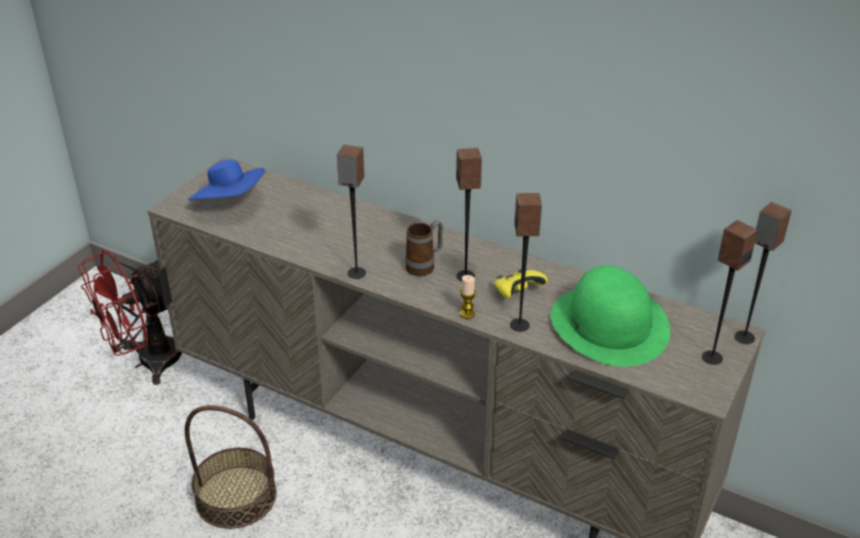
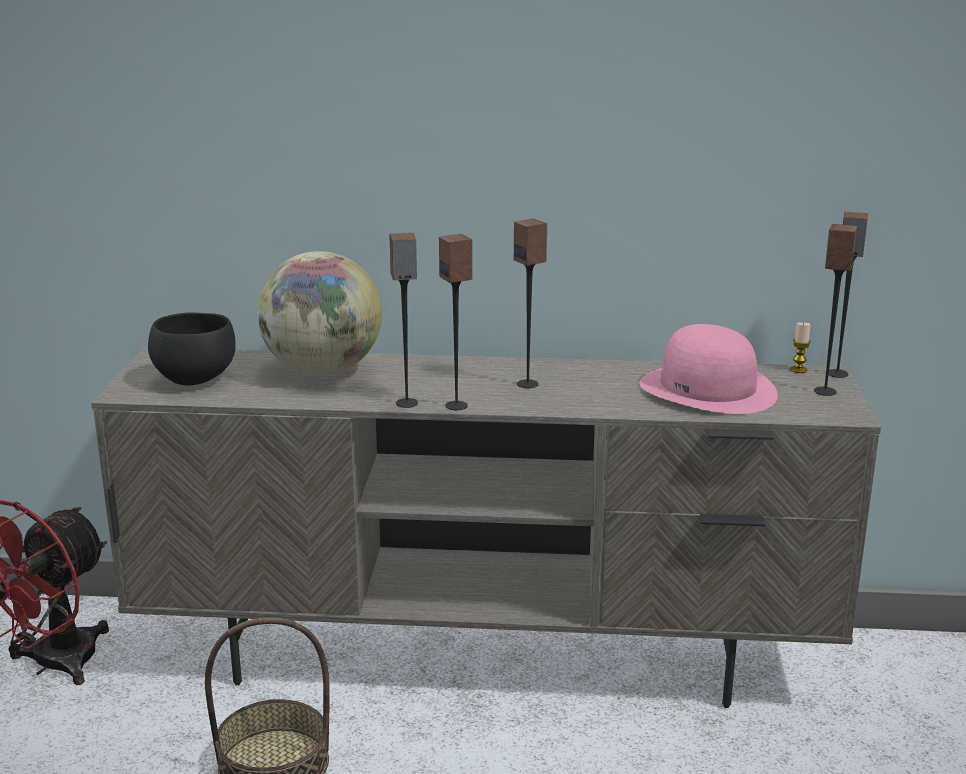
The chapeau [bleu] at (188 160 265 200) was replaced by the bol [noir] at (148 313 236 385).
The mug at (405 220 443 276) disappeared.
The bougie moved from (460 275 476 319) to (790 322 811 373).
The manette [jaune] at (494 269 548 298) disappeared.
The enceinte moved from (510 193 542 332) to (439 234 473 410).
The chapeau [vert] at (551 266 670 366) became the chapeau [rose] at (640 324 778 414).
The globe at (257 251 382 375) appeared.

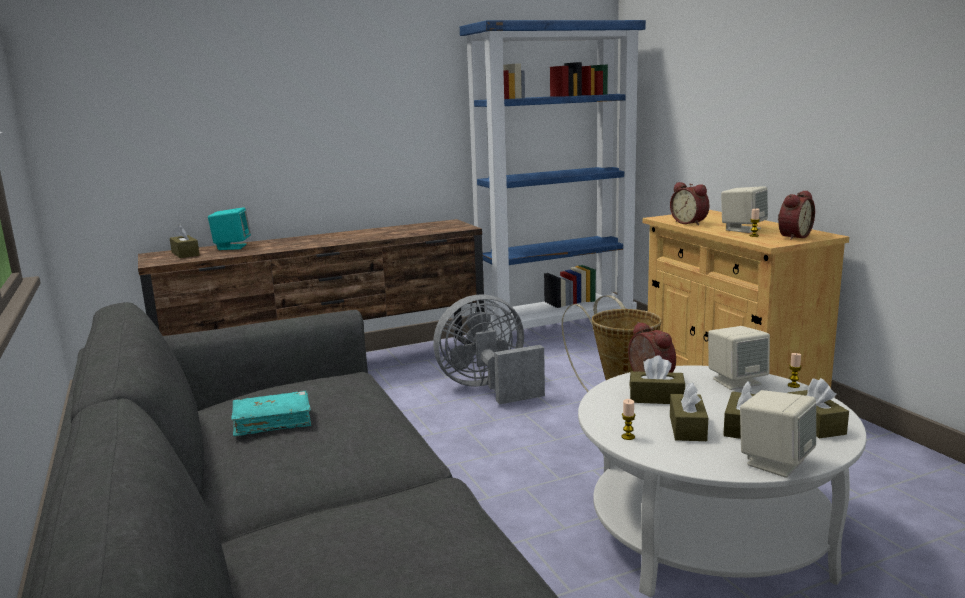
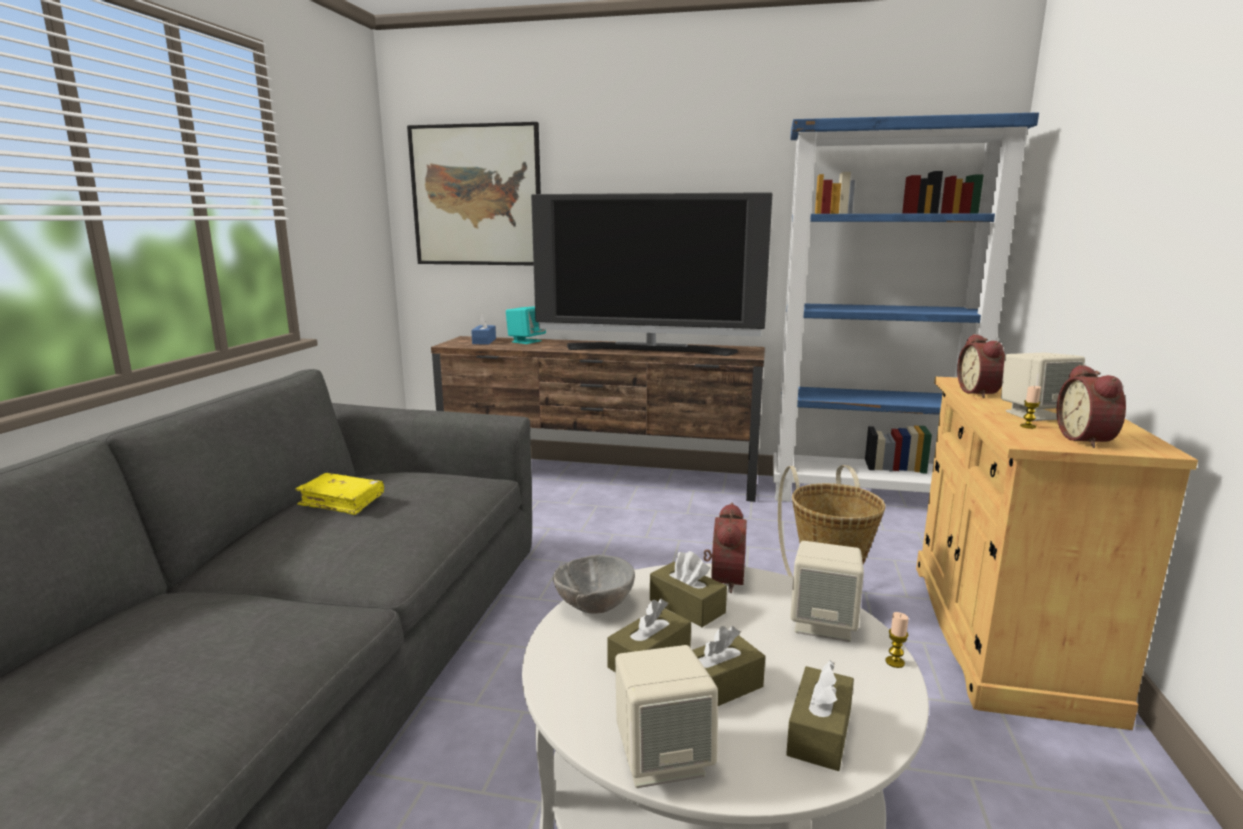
The boîte à mouchoirs [marron] at (170 224 200 258) became the boîte à mouchoirs [bleu] at (471 314 496 344).
The livre [turquoise] at (231 391 311 437) became the livre [jaune] at (295 473 384 515).
The ventilateur [gris] at (433 294 545 405) disappeared.
The bougie at (622 399 635 440) disappeared.
The réveil at (778 190 815 240) turned 105 degrees clockwise.
The tableau at (407 122 541 266) appeared.
The téléviseur at (531 192 773 356) appeared.
The bol [gris] at (553 555 635 614) appeared.

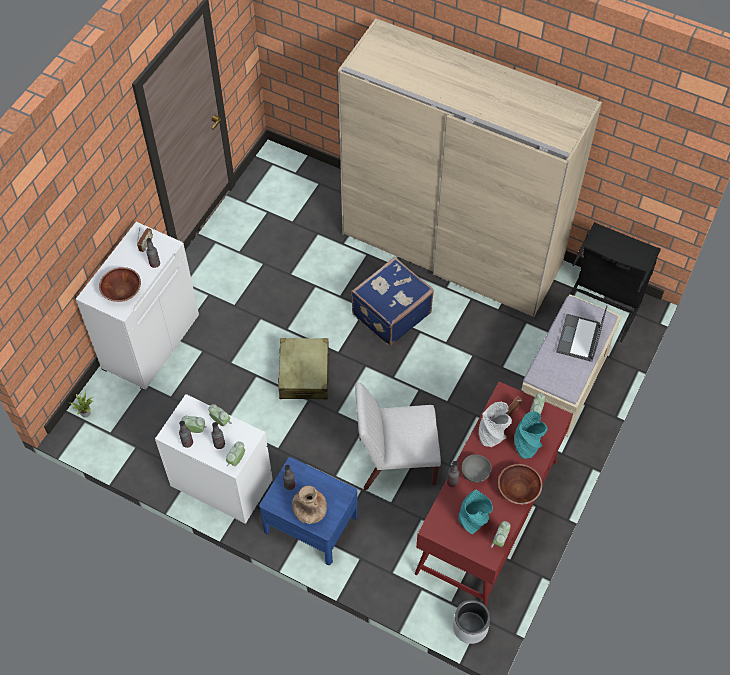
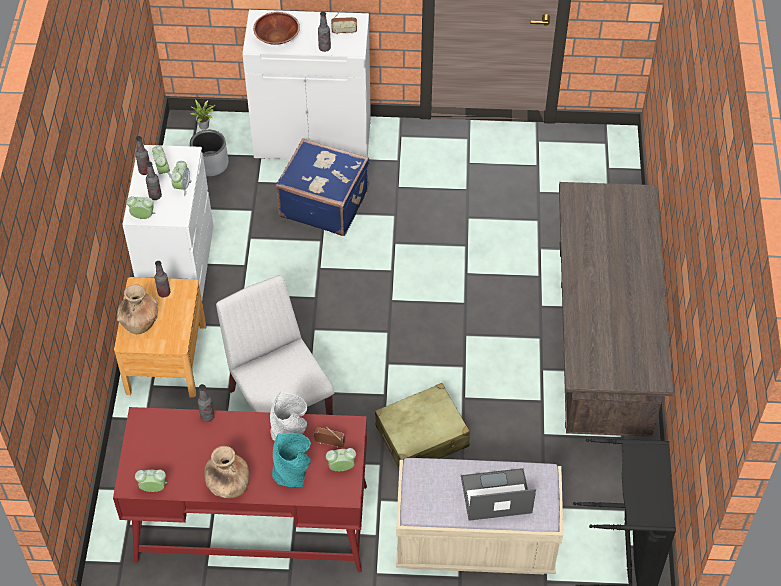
The table de chevet [bleu] at (259 457 358 565) became the table de chevet [marron] at (114 277 206 398).
The valise [beige] moved from (278 338 330 400) to (375 383 470 468).
The armoire [beige] at (338 18 602 317) was replaced by the bureau [marron] at (559 182 673 437).
The valise [bleu] moved from (351 257 434 346) to (276 138 370 236).
The cache-pot [gris] moved from (453 600 491 644) to (190 130 228 176).
The vase [turquoise] at (458 490 493 535) disappeared.
The bol [gris] at (461 454 492 483) disappeared.
The bol [marron] at (498 464 543 504) was replaced by the vase [marron] at (204 446 250 498).

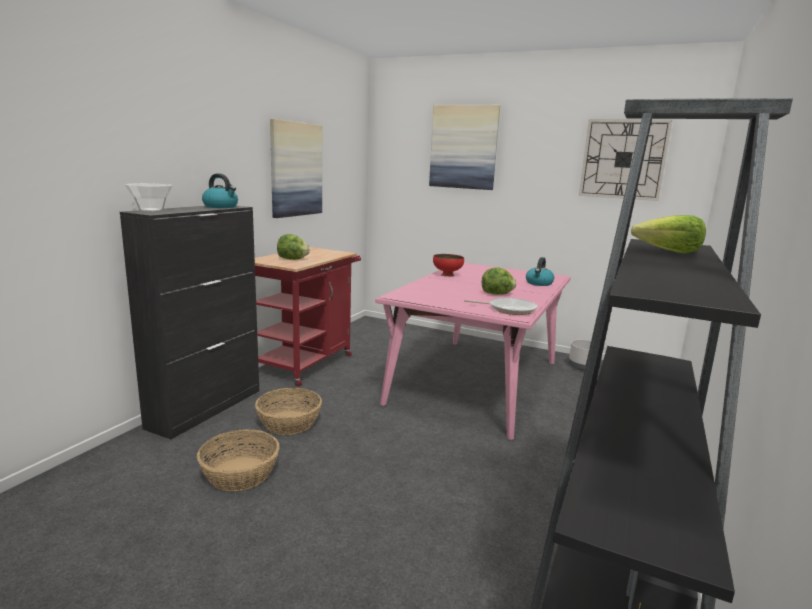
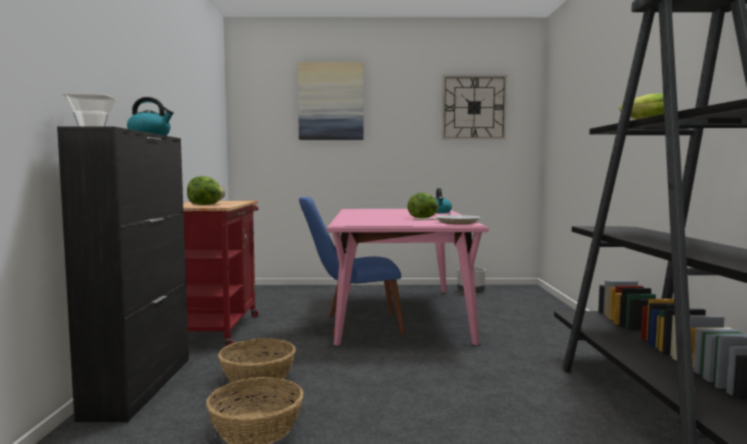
The tableau at (270 119 322 218) disappeared.
The bol [rouge] at (433 254 464 277) disappeared.
The chaise [bleu] at (299 197 405 337) appeared.

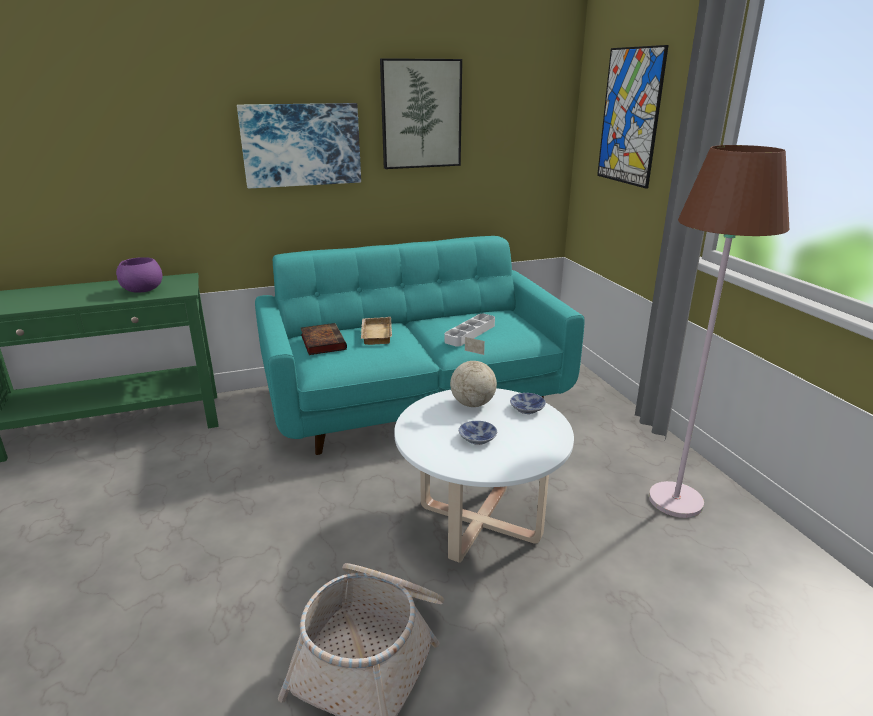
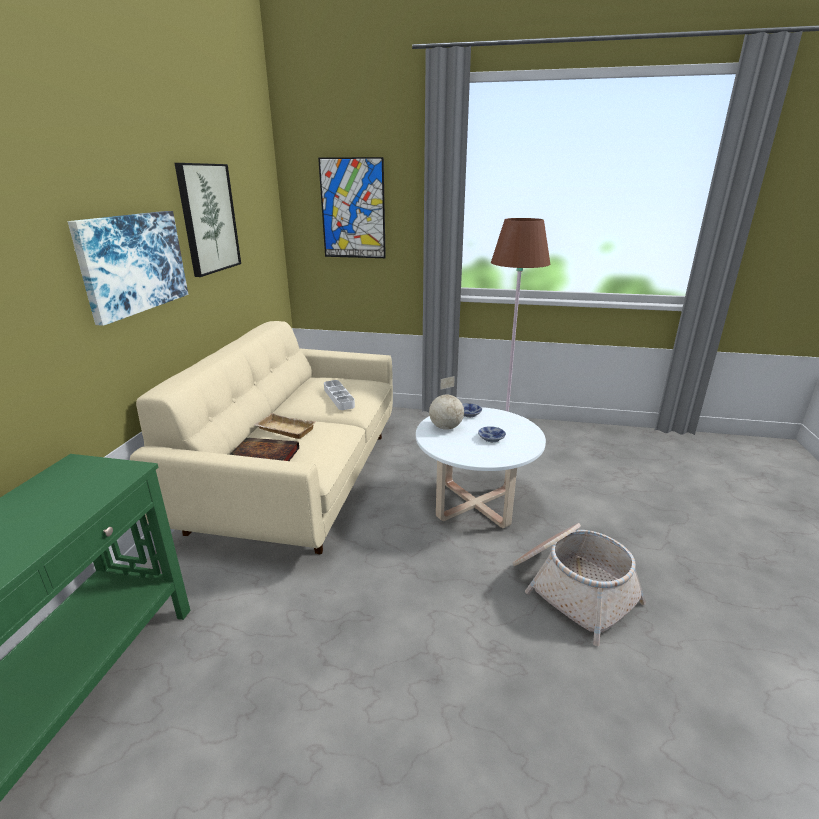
The bol [violet] at (116 257 162 293) disappeared.
The canapé [turquoise] at (255 236 585 455) became the canapé [beige] at (130 321 393 554).

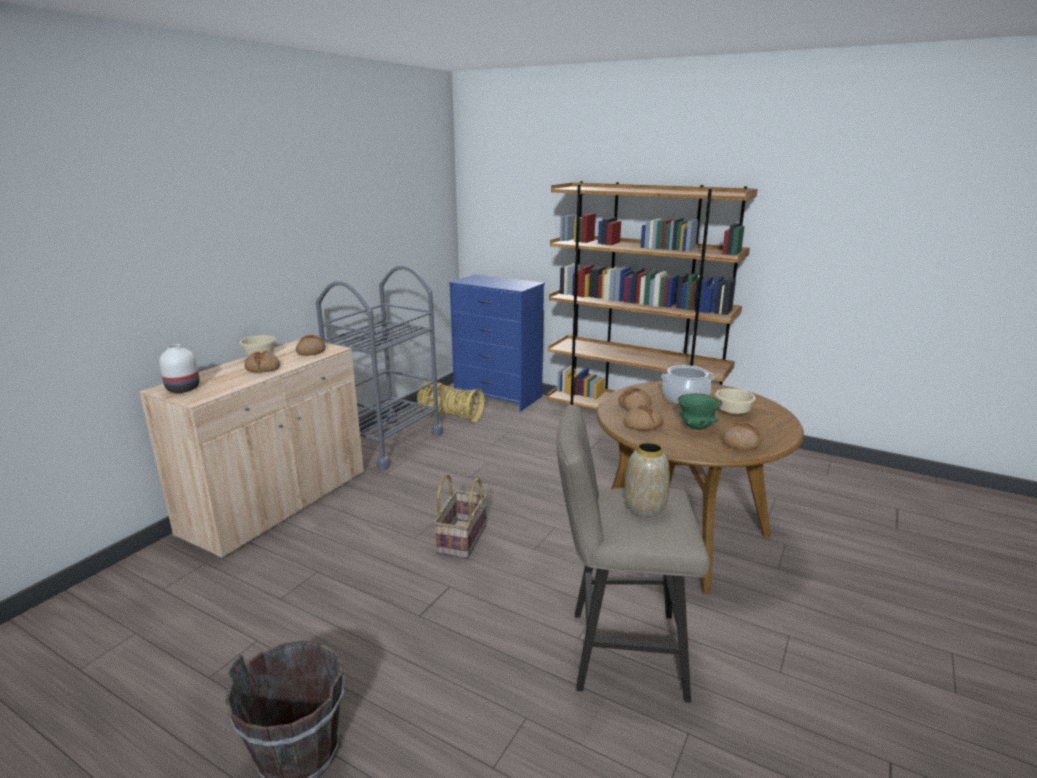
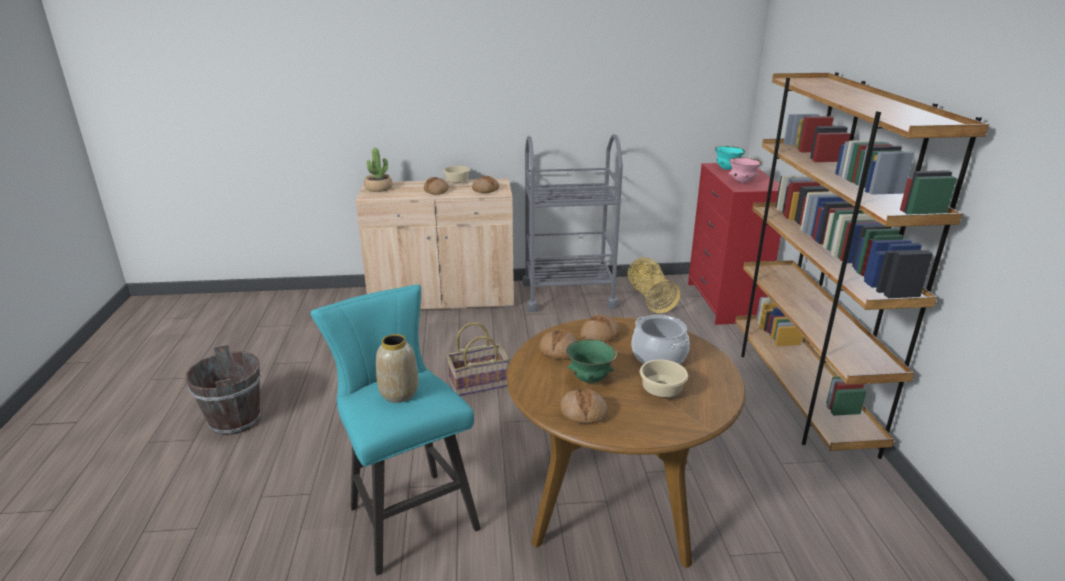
The vase [blanc] at (159 344 200 393) was replaced by the plante en pot at (364 148 392 192).
The commode [bleu] at (449 274 545 411) became the commode [rouge] at (688 163 781 325).
The tabouret [beige] at (557 405 710 702) became the tabouret [turquoise] at (310 284 481 575).
The bol [turquoise] at (715 146 745 170) appeared.
The bol [rose] at (729 157 762 183) appeared.

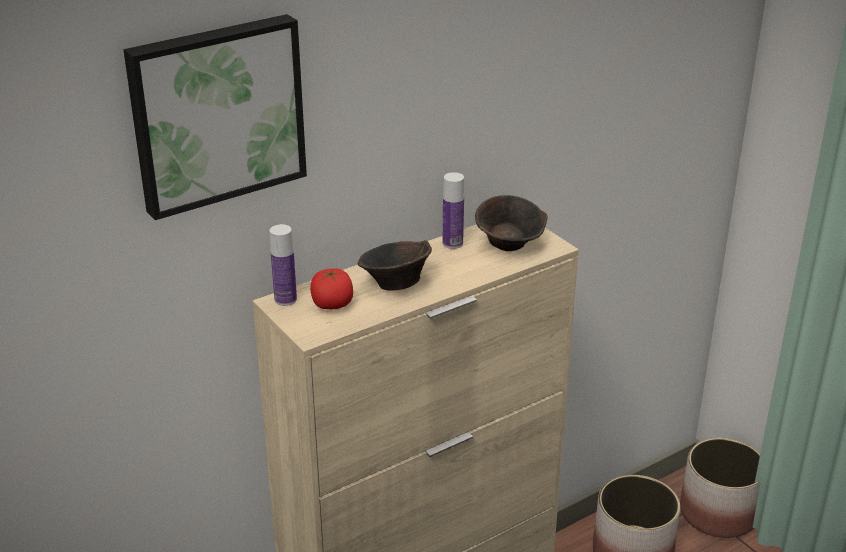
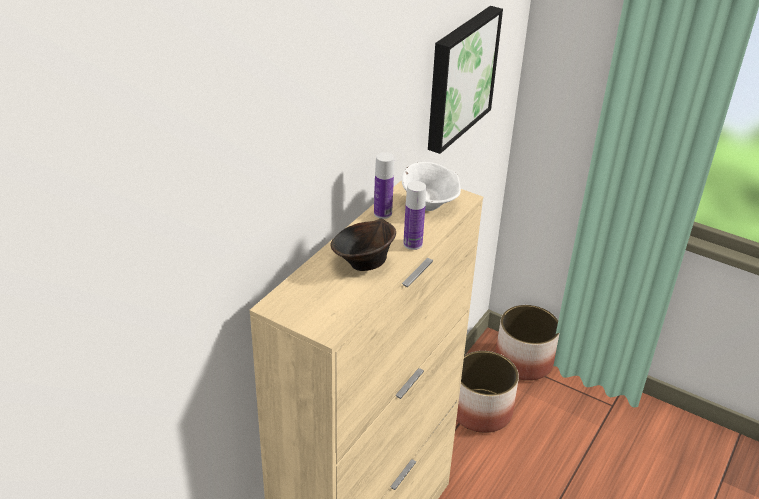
The tableau moved from (123 14 307 220) to (428 6 503 154).
The bouteille moved from (270 224 297 306) to (403 181 426 250).
The tomate at (310 268 353 309) disappeared.
The bol [marron] at (475 195 548 251) became the bol [blanc] at (401 162 461 211).

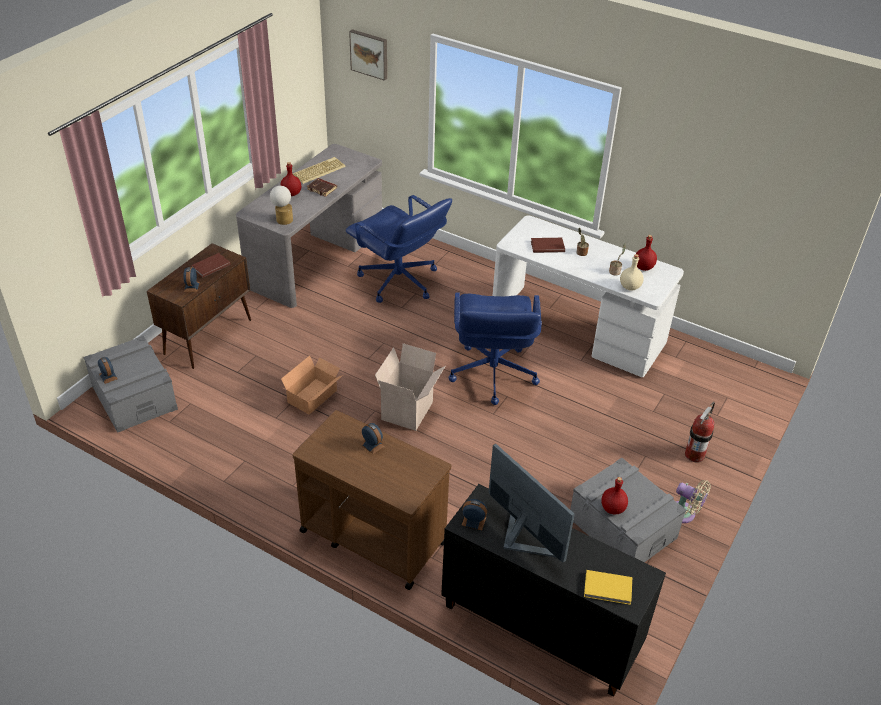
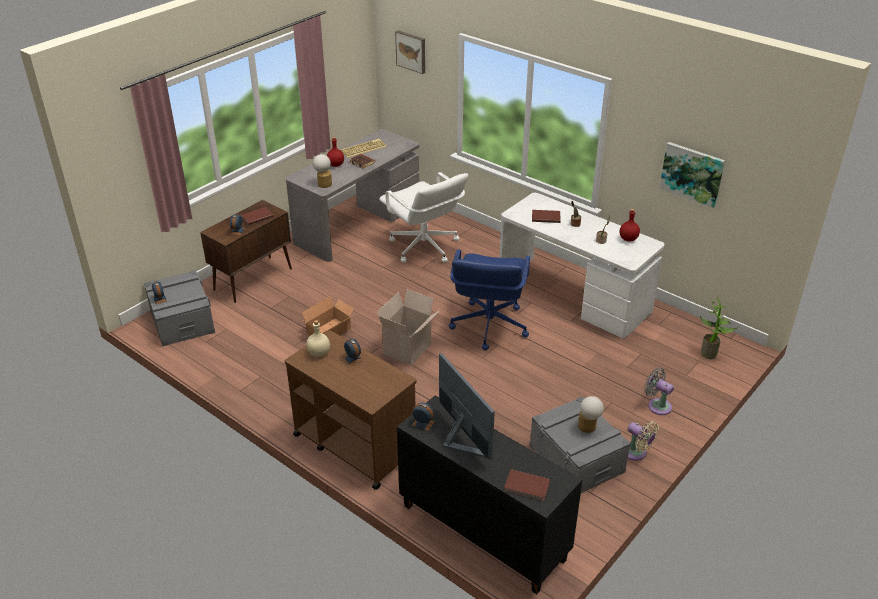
The chaise de bureau [bleu] at (346 195 452 303) became the chaise de bureau [blanc] at (379 172 468 263).
The livre [jaune] at (584 570 632 605) became the livre [marron] at (504 469 550 501).
The bouteille [rouge] at (601 477 628 515) disappeared.
The bouteille [beige] moved from (620 254 644 291) to (306 320 330 357).
The extincteur at (685 402 715 462) was replaced by the ventilateur [gris] at (644 367 674 415).
The lampe de table at (578 396 604 433) appeared.
The tableau at (659 142 725 208) appeared.
The plante en pot at (700 297 738 359) appeared.

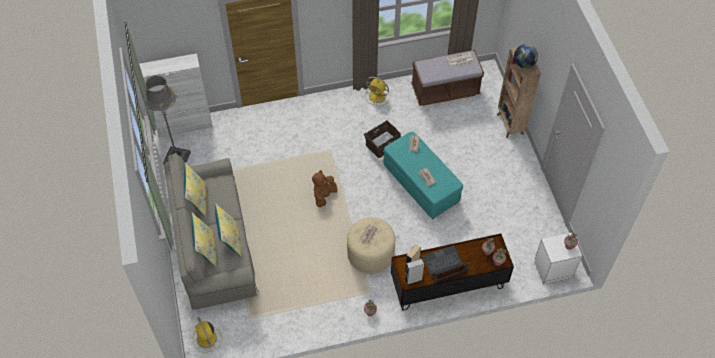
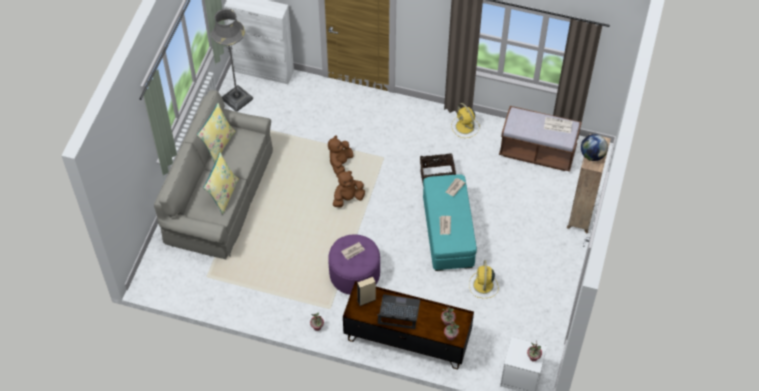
The coussin [jaune] at (191 213 217 268) disappeared.
The ventilateur [jaune] moved from (193 317 222 353) to (469 260 498 298).
The pouf [beige] at (347 217 395 274) became the pouf [violet] at (328 234 380 295).
The enceinte [gris] at (405 259 424 285) disappeared.
The peluche [marron] at (328 135 354 174) appeared.

